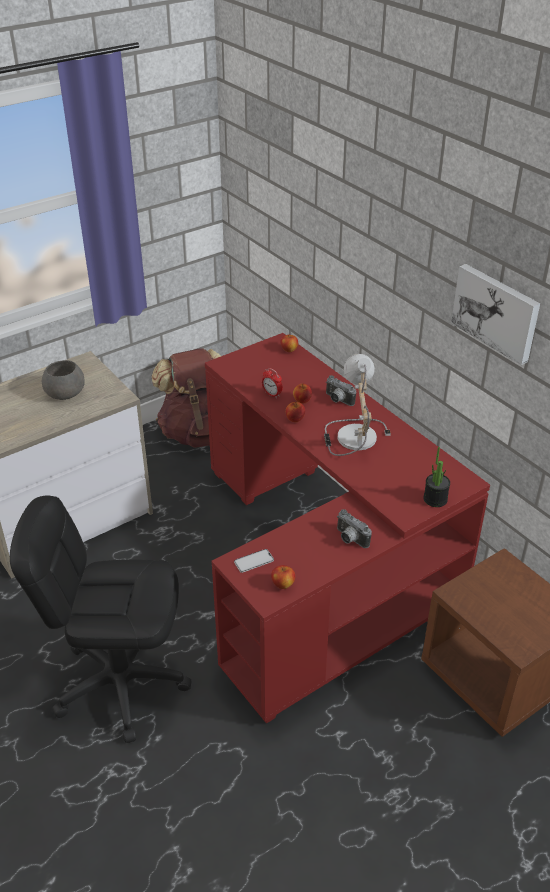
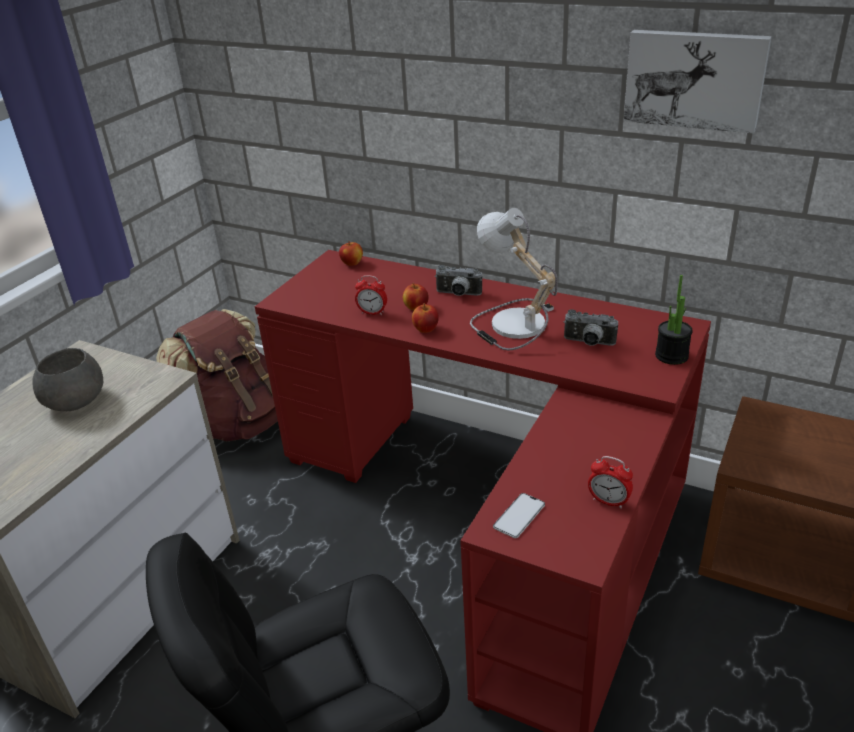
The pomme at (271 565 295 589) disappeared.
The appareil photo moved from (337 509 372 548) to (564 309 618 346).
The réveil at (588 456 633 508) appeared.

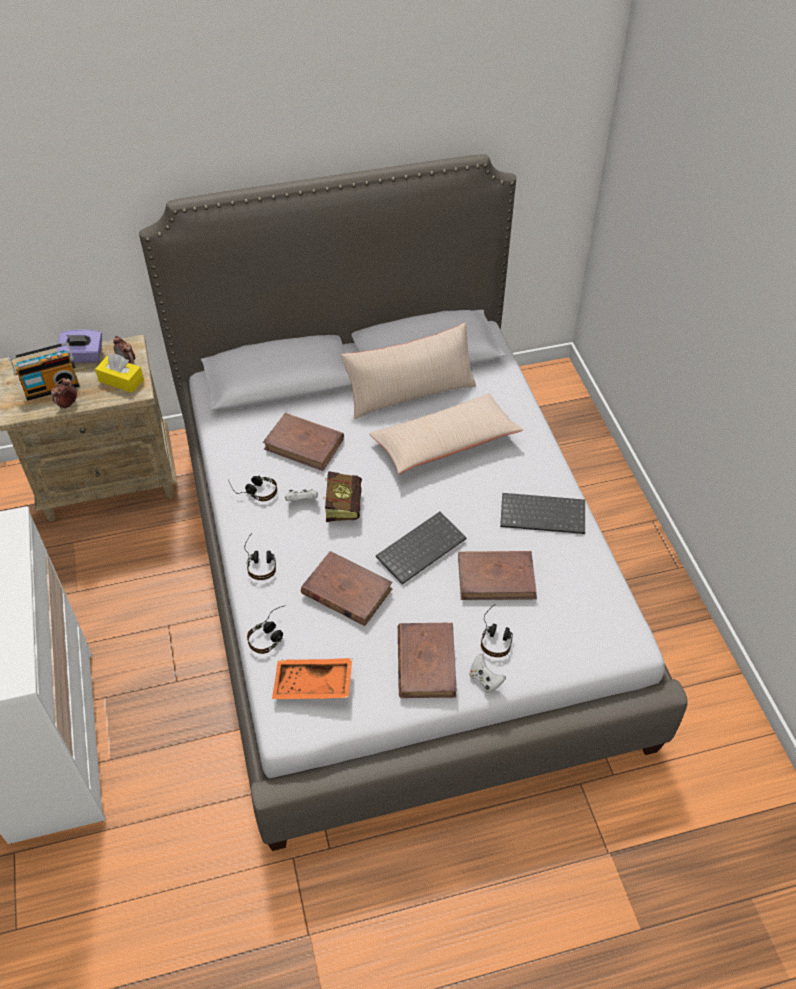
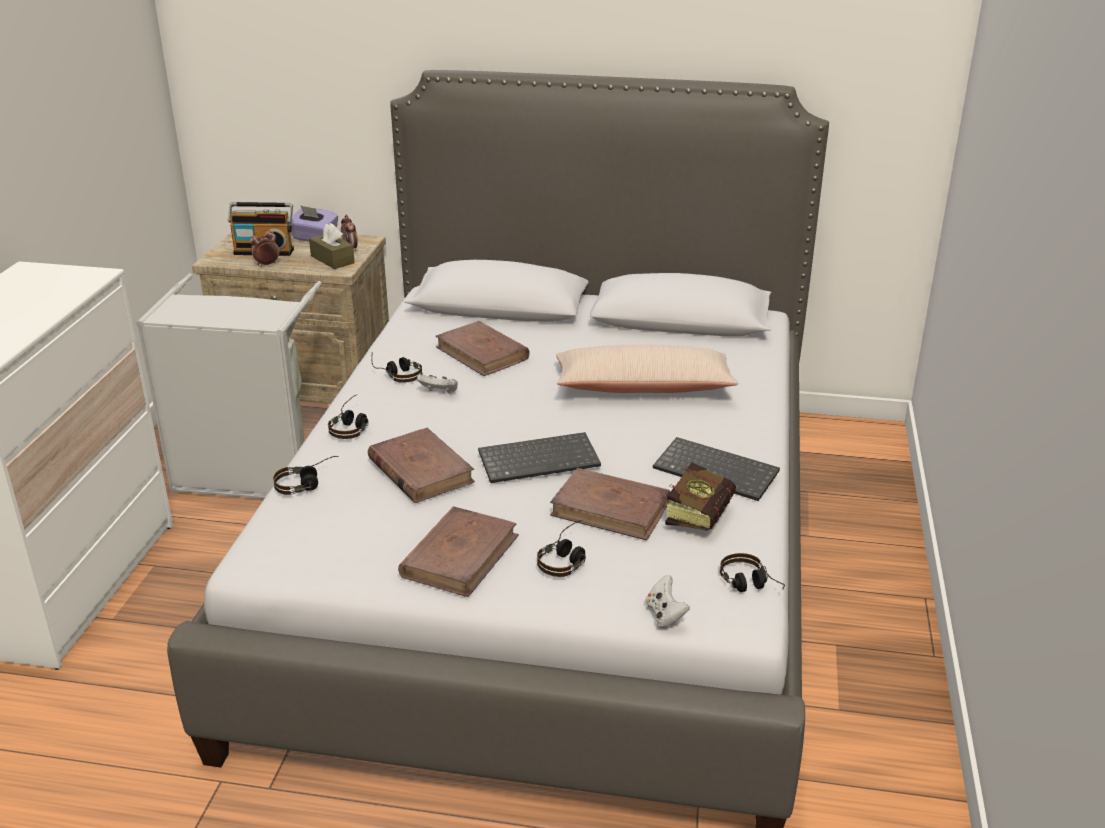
The boîte à mouchoirs [jaune] at (95 354 144 393) became the boîte à mouchoirs [marron] at (309 223 355 269).
The plateau [orange] at (272 658 352 699) disappeared.
The livre moved from (323 471 362 522) to (665 463 736 531).
The coussin [beige] at (341 323 476 419) disappeared.
The manette [blanc] moved from (469 654 506 693) to (646 575 690 627).
The panier à linge [gris] at (136 274 322 499) appeared.
The casque audio at (720 553 785 592) appeared.

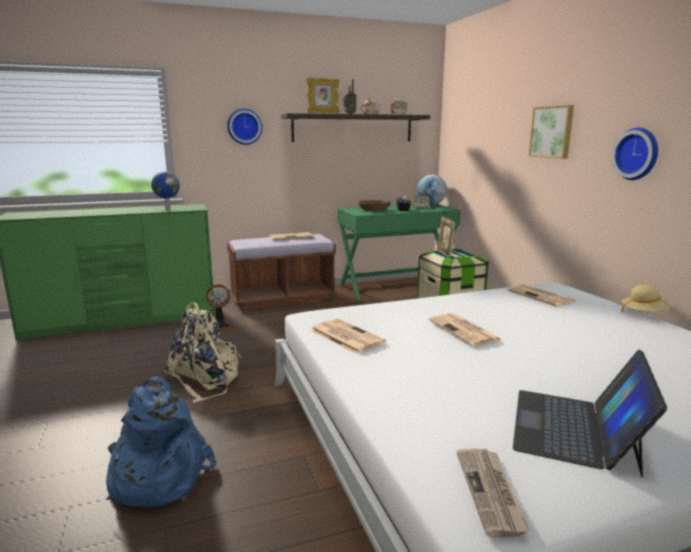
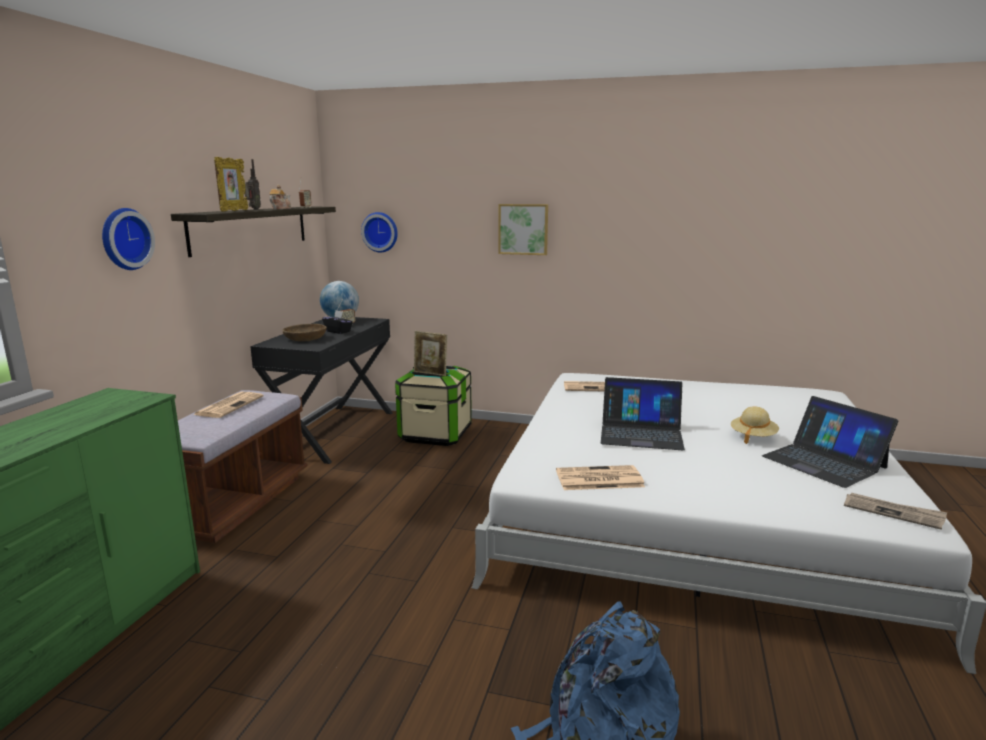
The globe at (151 171 180 211) disappeared.
The sac à dos [beige] at (164 302 242 403) disappeared.
The ventilateur at (206 284 234 331) disappeared.
The bureau [vert] at (338 204 461 300) became the bureau [noir] at (250 317 393 464).
The journal at (429 313 503 346) was replaced by the ordinateur portable at (601 377 685 450).
The horloge murale moved from (612 128 658 180) to (361 212 398 252).
The chapeau [beige] moved from (621 285 671 313) to (731 406 779 444).

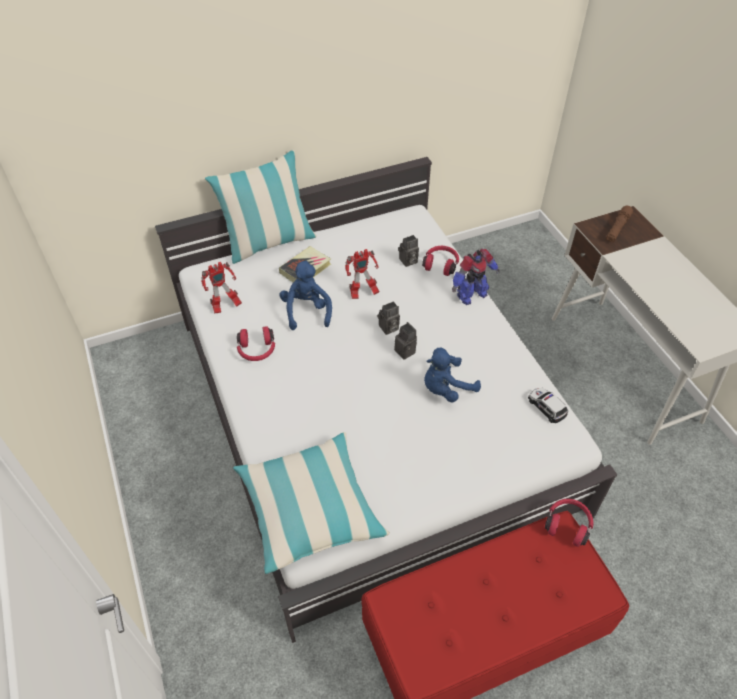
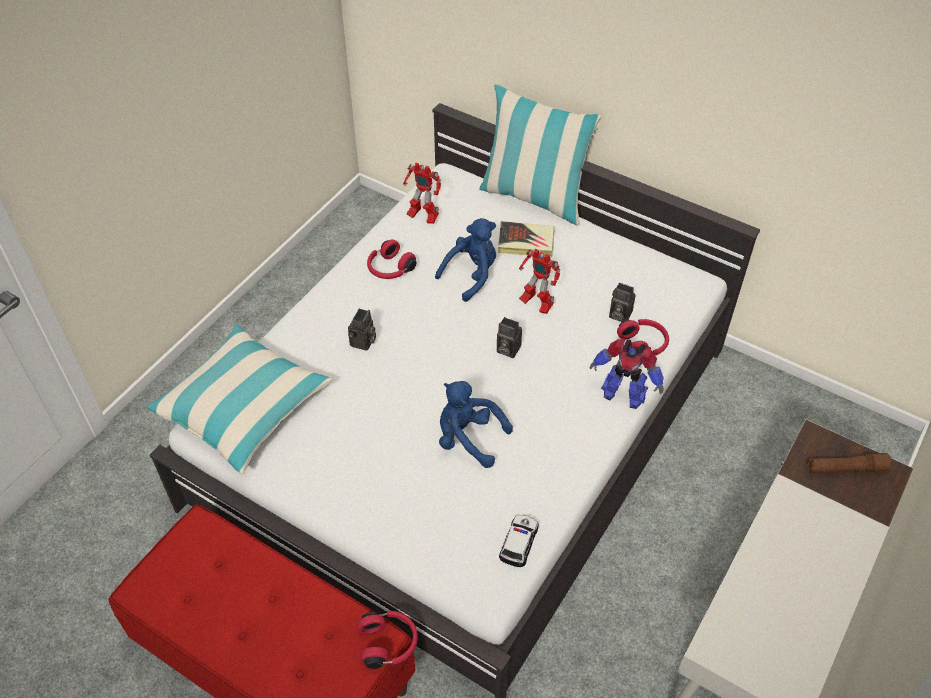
The appareil photo moved from (394 322 417 360) to (348 309 376 351).

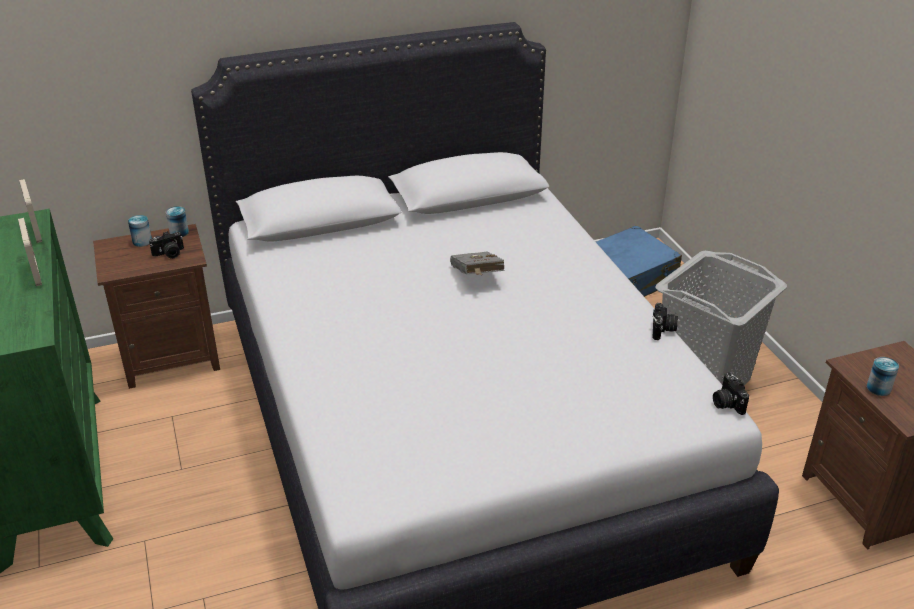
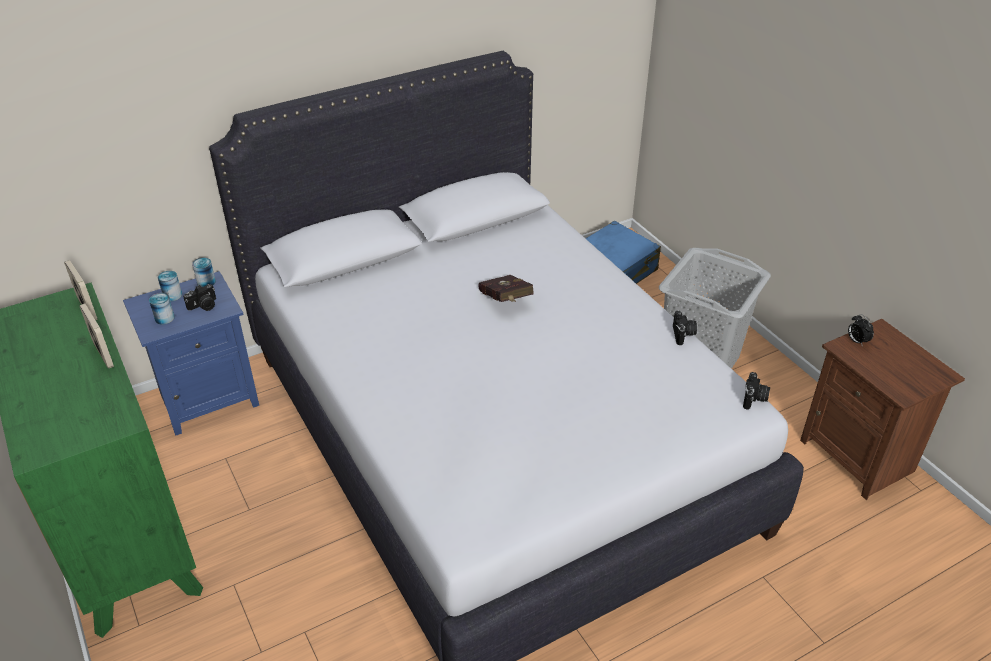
The table de chevet [marron] at (93 224 220 389) became the table de chevet [bleu] at (123 271 259 436).
The livre [gris] at (450 252 504 275) became the livre [rouge] at (478 275 534 302).
The appareil photo at (713 372 749 415) turned 135 degrees counterclockwise.
The boîte métallique moved from (867 357 899 396) to (149 293 175 325).
The réveil at (848 314 874 347) appeared.

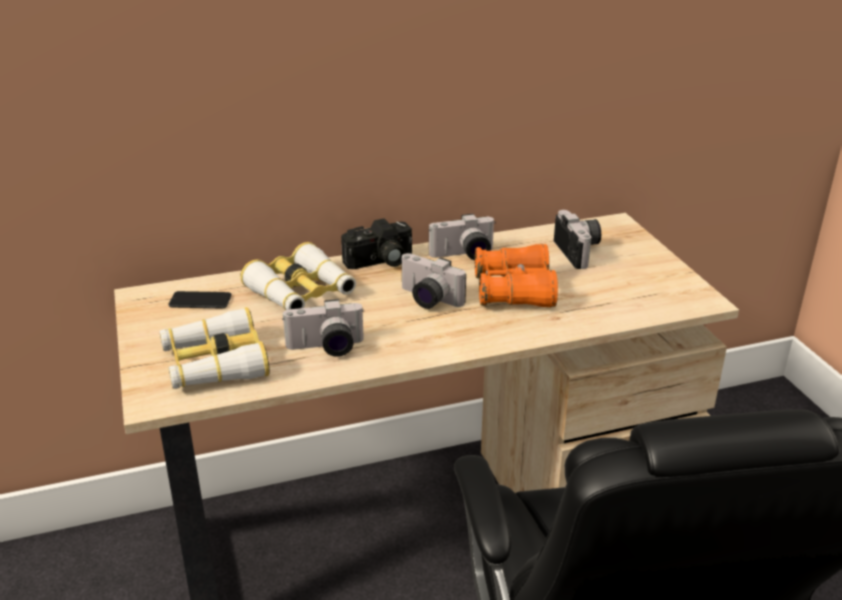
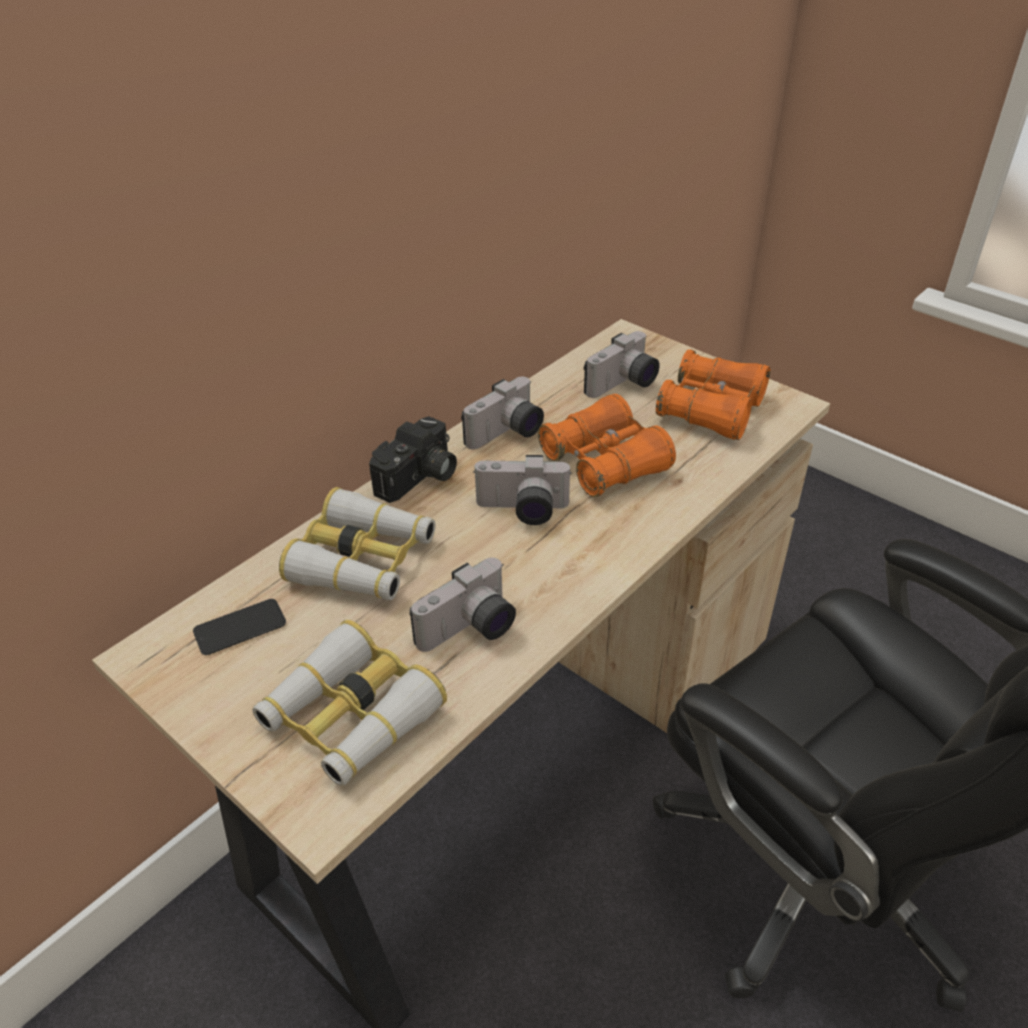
The appareil photo at (554 210 601 269) turned 90 degrees clockwise.
The jumelles [orange] at (656 350 770 440) appeared.

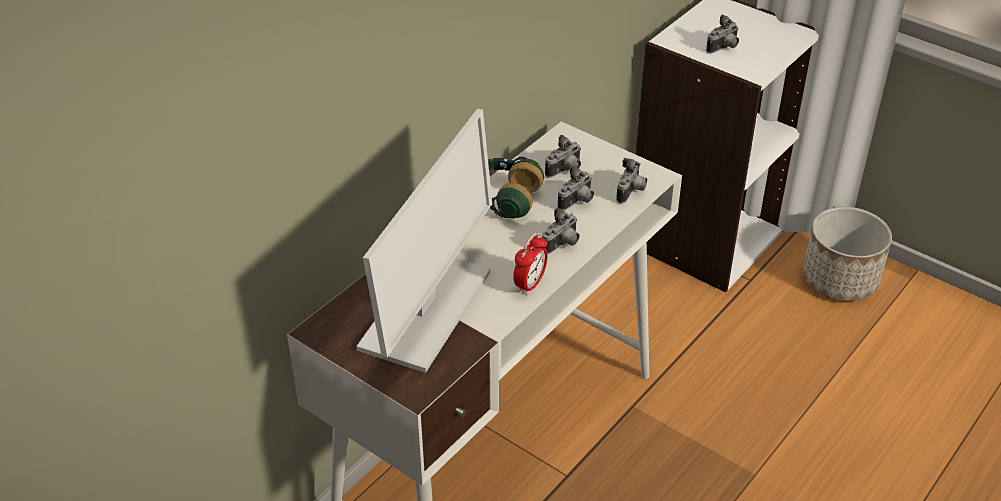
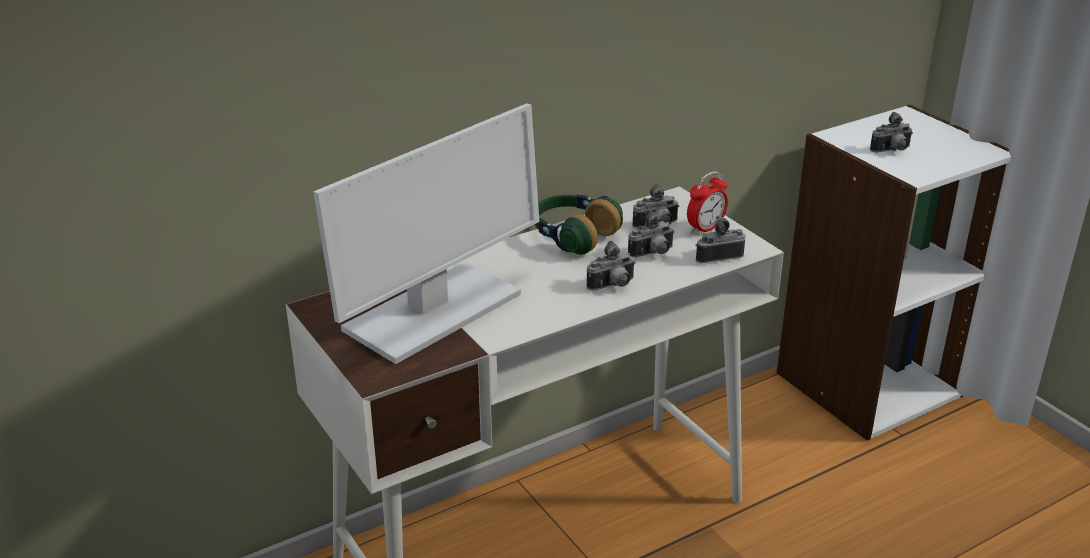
The réveil moved from (513 233 548 295) to (687 171 728 236).
The appareil photo at (616 158 647 203) turned 150 degrees counterclockwise.
The cache-pot at (803 207 892 301) disappeared.

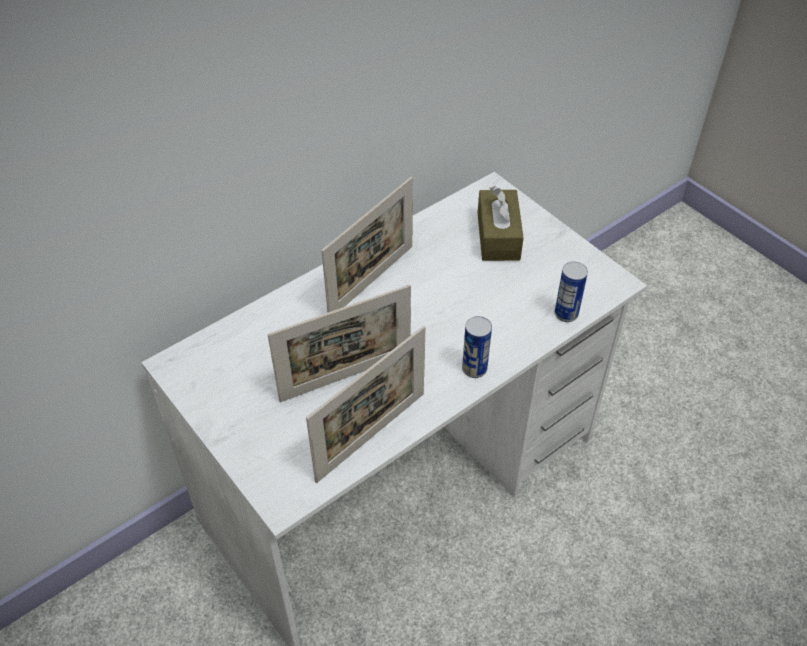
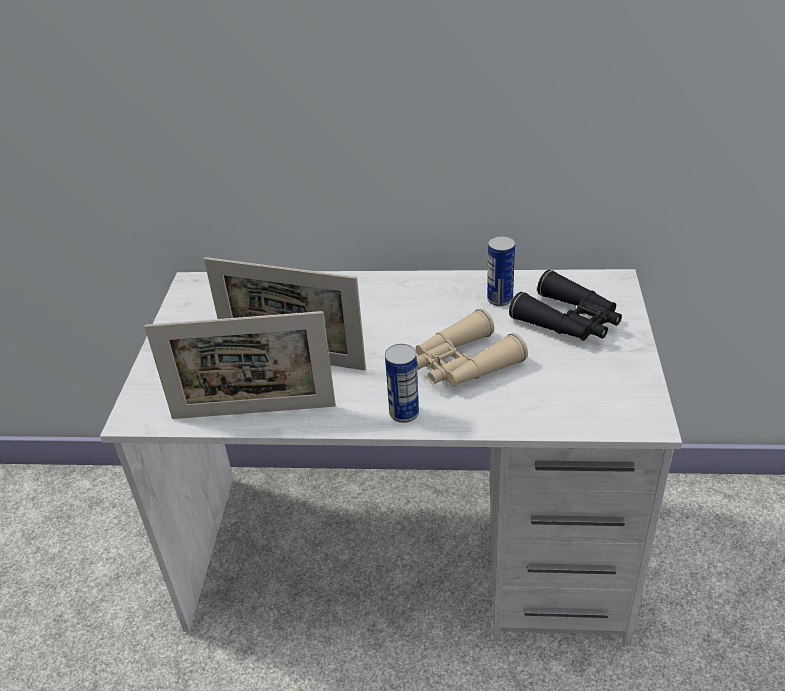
The cadre photo at (322 177 413 313) disappeared.
The boîte à mouchoirs [marron] at (478 186 524 261) was replaced by the jumelles [noir] at (509 270 622 341).
The boîte métallique moved from (555 262 588 322) to (487 236 515 306).
The jumelles [beige] at (416 309 528 387) appeared.

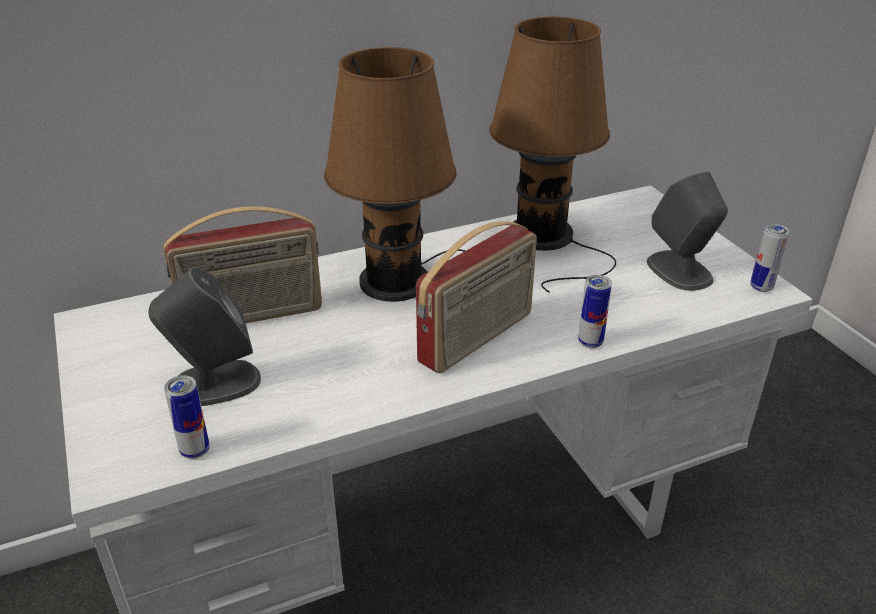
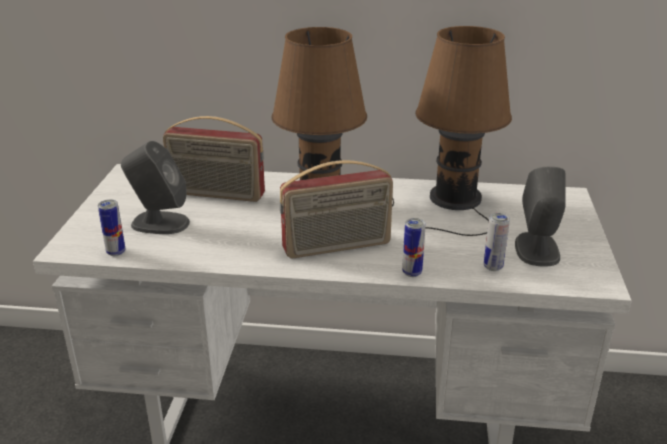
The boîte métallique moved from (750 224 789 292) to (484 213 510 271).

